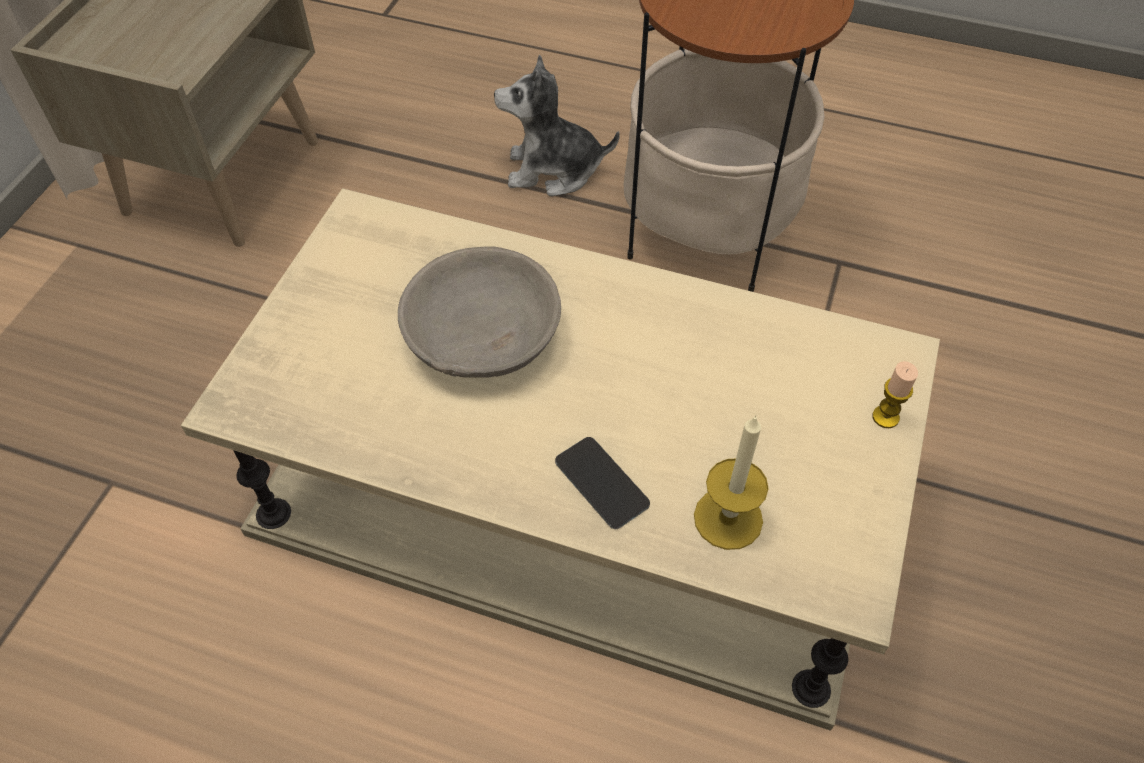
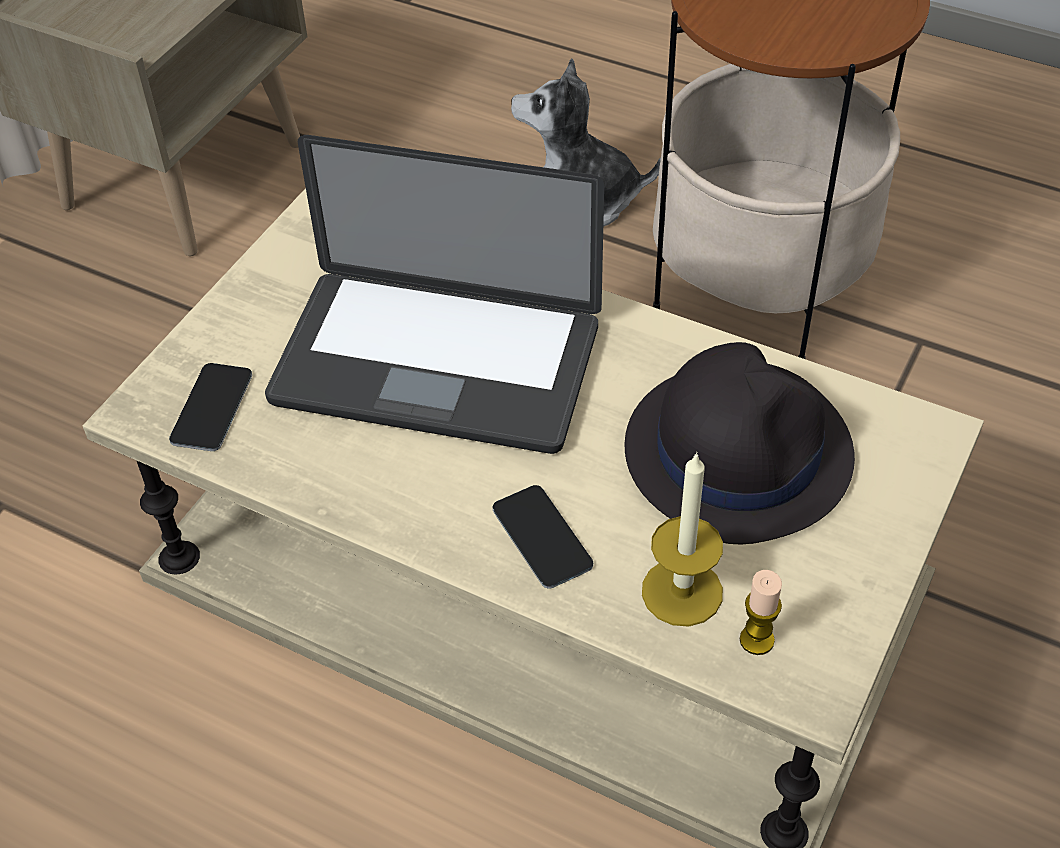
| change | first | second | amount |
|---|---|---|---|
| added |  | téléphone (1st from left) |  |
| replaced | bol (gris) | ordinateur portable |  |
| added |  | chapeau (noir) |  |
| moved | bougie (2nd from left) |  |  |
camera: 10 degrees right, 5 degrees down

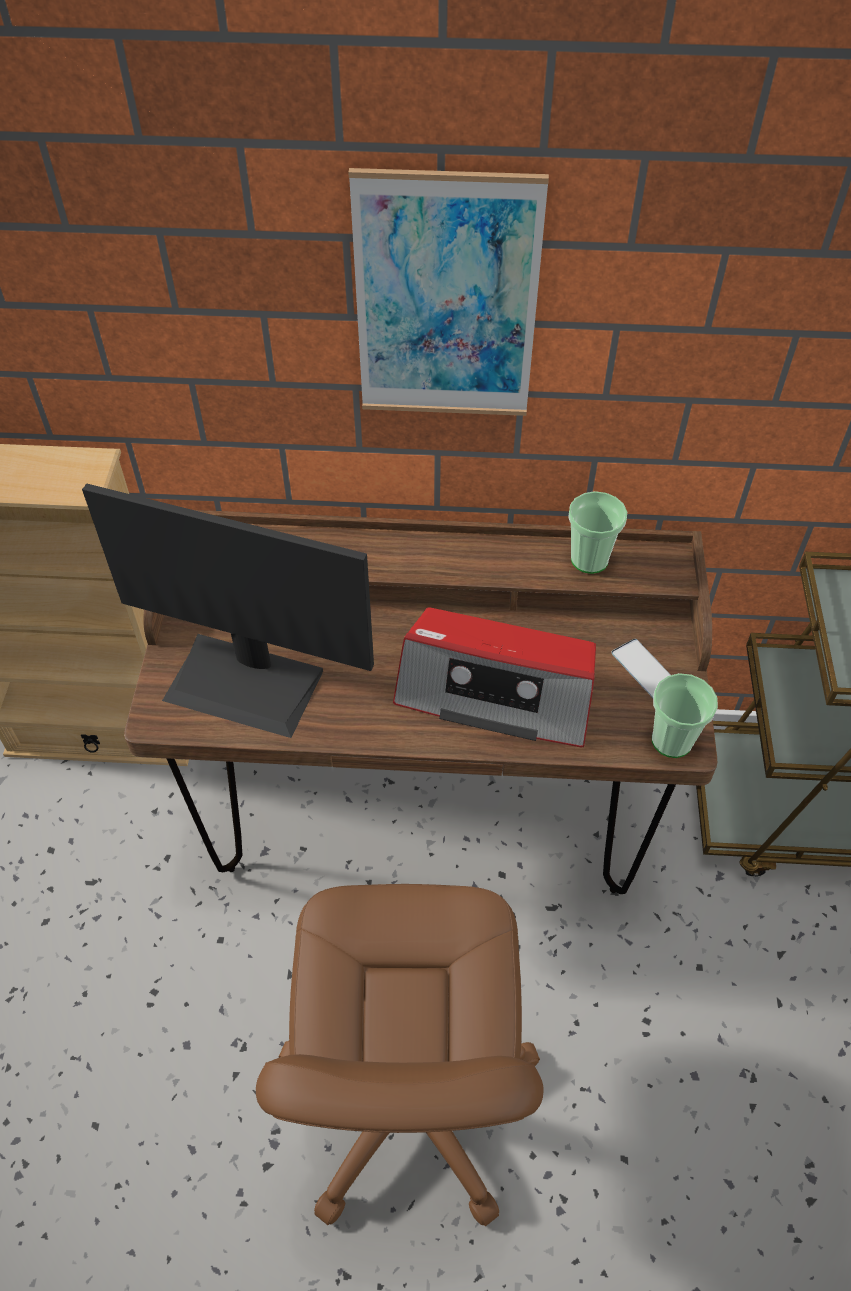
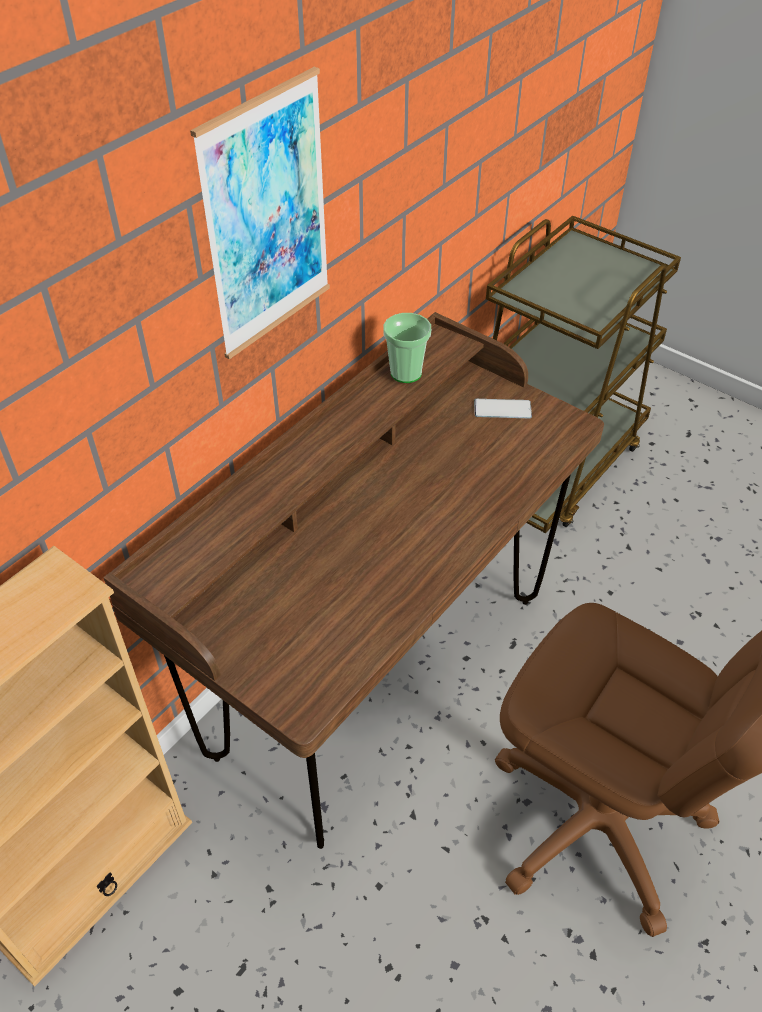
| change | first | second | amount |
|---|---|---|---|
| removed | écran d'ordinateur |  |  |
| removed | radio |  |  |
| removed | tasse (2nd from left) |  |  |
camera: 55 degrees left, 5 degrees down

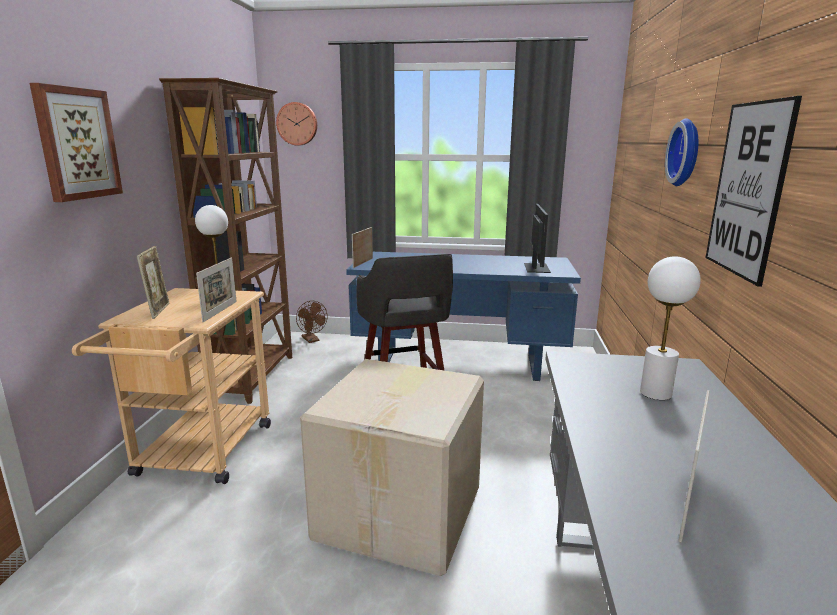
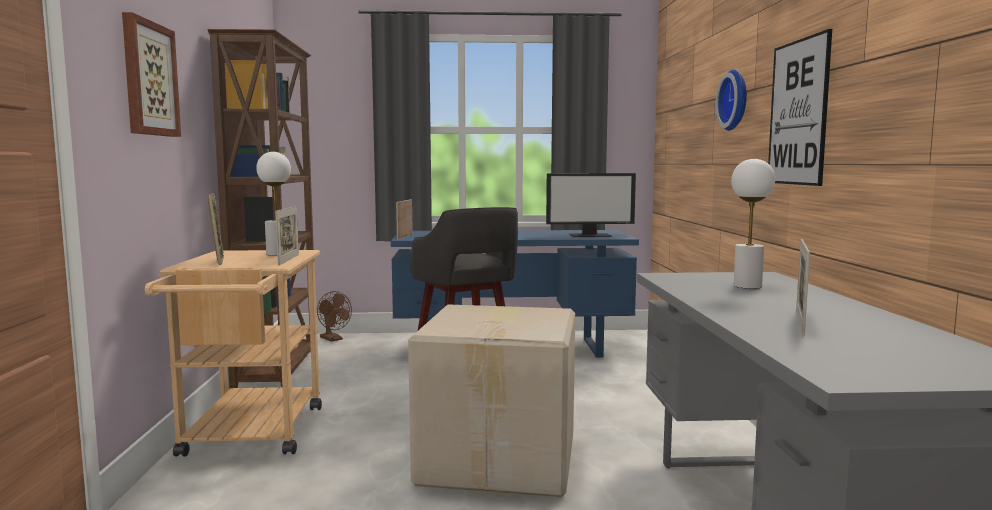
| change | first | second | amount |
|---|---|---|---|
| turned | écran d'ordinateur |  | 90 degrees clockwise |
| removed | horloge murale (1st from left) |  |  |
camera: 10 degrees left, 10 degrees down

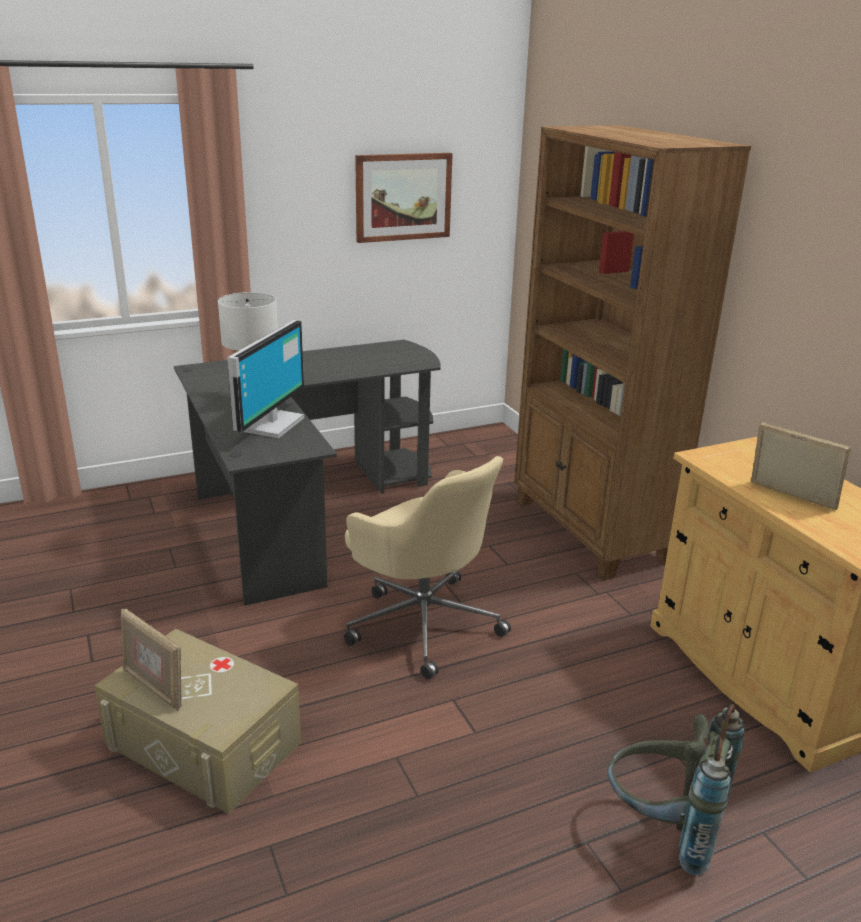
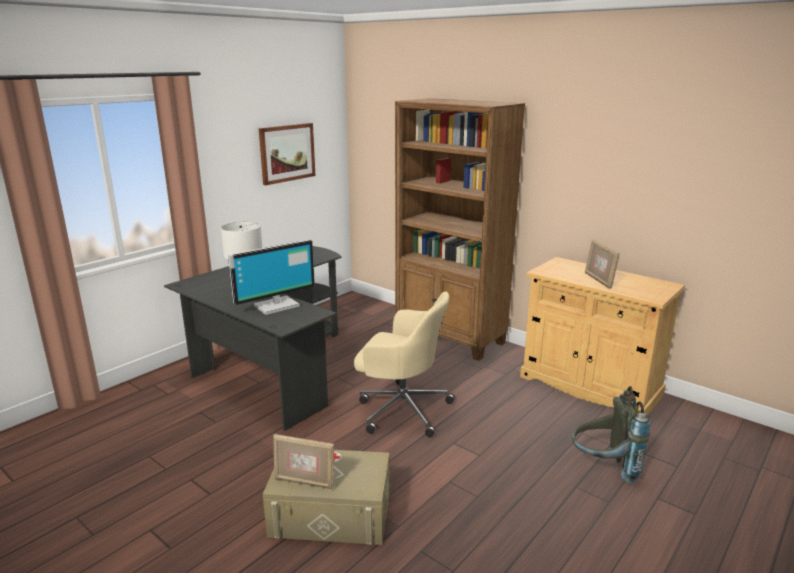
| change | first | second | amount |
|---|---|---|---|
| turned | écran d'ordinateur |  | 60 degrees clockwise |
| turned | cadre photo (2nd from left) |  | 120 degrees counterclockwise |
camera: 25 degrees left, 5 degrees down

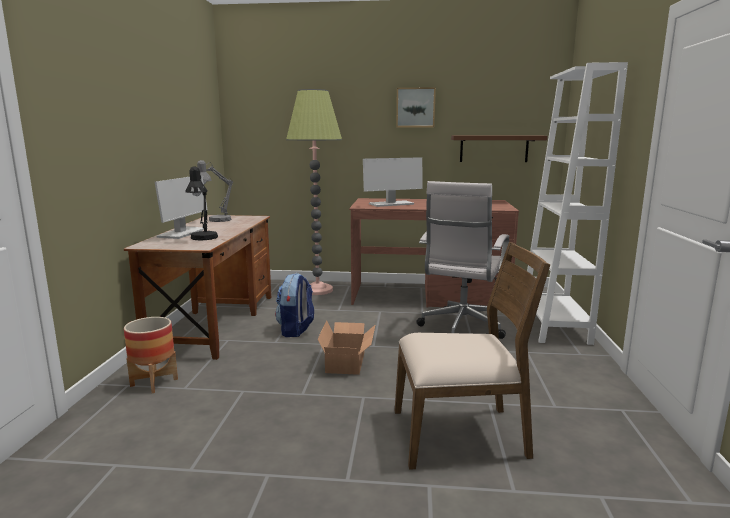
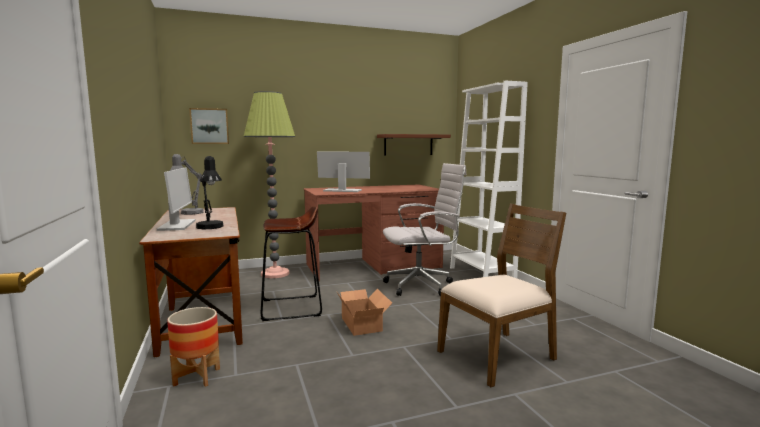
| change | first | second | amount |
|---|---|---|---|
| moved | tableau |  |  |
| replaced | sac à dos | tabouret (marron) |  |
| turned | écran d'ordinateur (2nd from left) |  | 120 degrees counterclockwise |
| turned | chaise de bureau (blanc) |  | 105 degrees counterclockwise |
camera: 25 degrees left, 5 degrees down

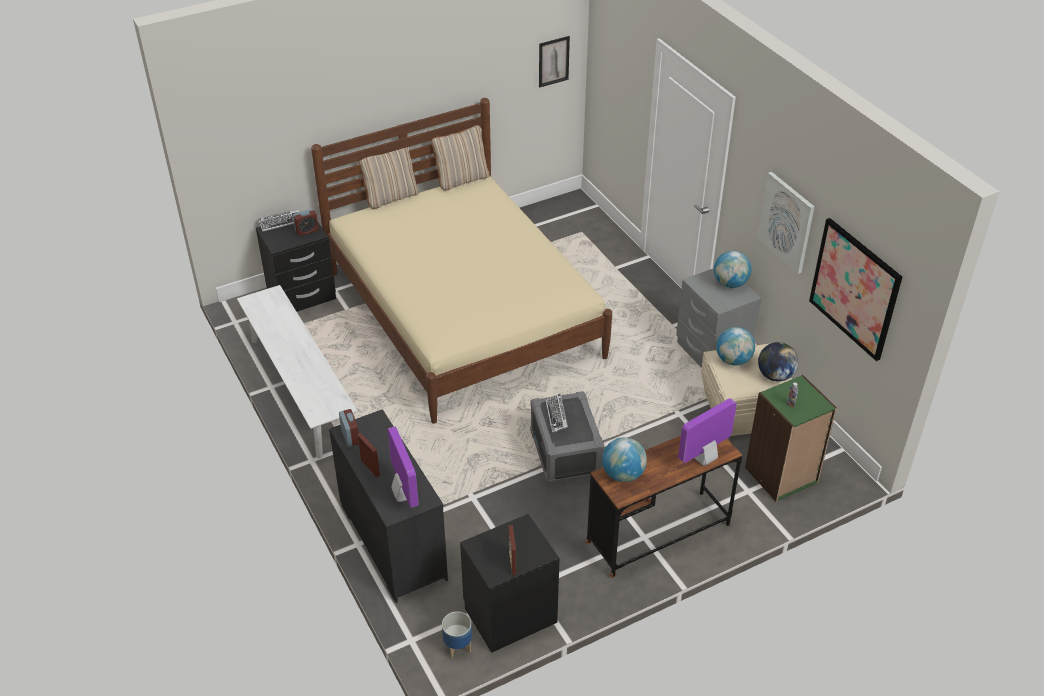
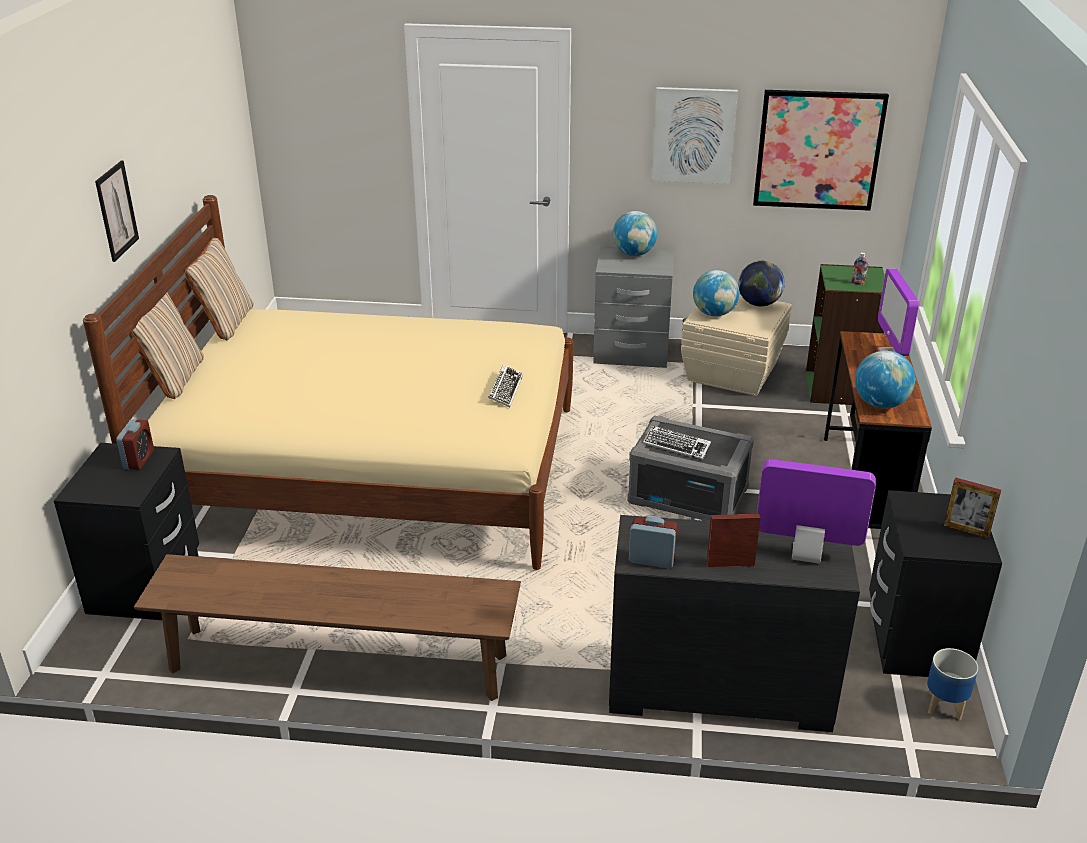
| change | first | second | amount |
|---|---|---|---|
| moved | tableau (1st from left) |  |  |
| recoloured | banc (blanc) | banc (marron) |  |
| moved | clavier (1st from left) |  |  |
camera: 55 degrees left, 10 degrees down

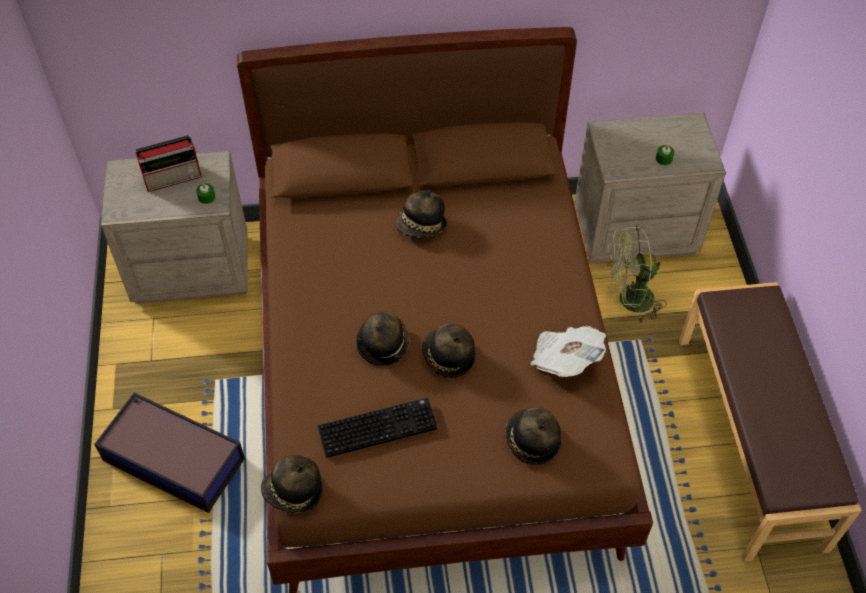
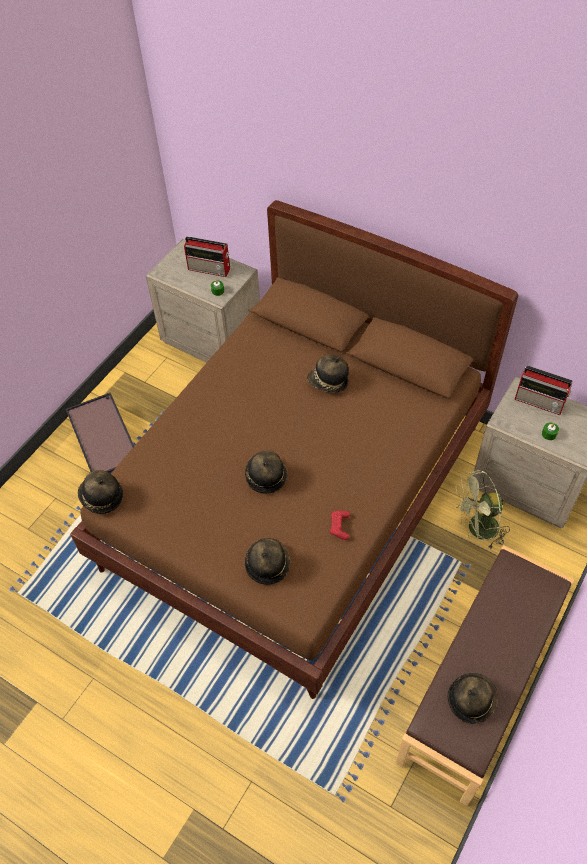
| change | first | second | amount |
|---|---|---|---|
| replaced | journal | manette (rouge) |  |
| moved | chapeau (2nd from left in the first image) | chapeau (5th from left) |  |
| turned | ventilateur (vert) |  | 45 degrees counterclockwise |
| added |  | radio (2nd from left) |  |
| removed | clavier |  |  |
camera: 40 degrees right, 0 degrees up

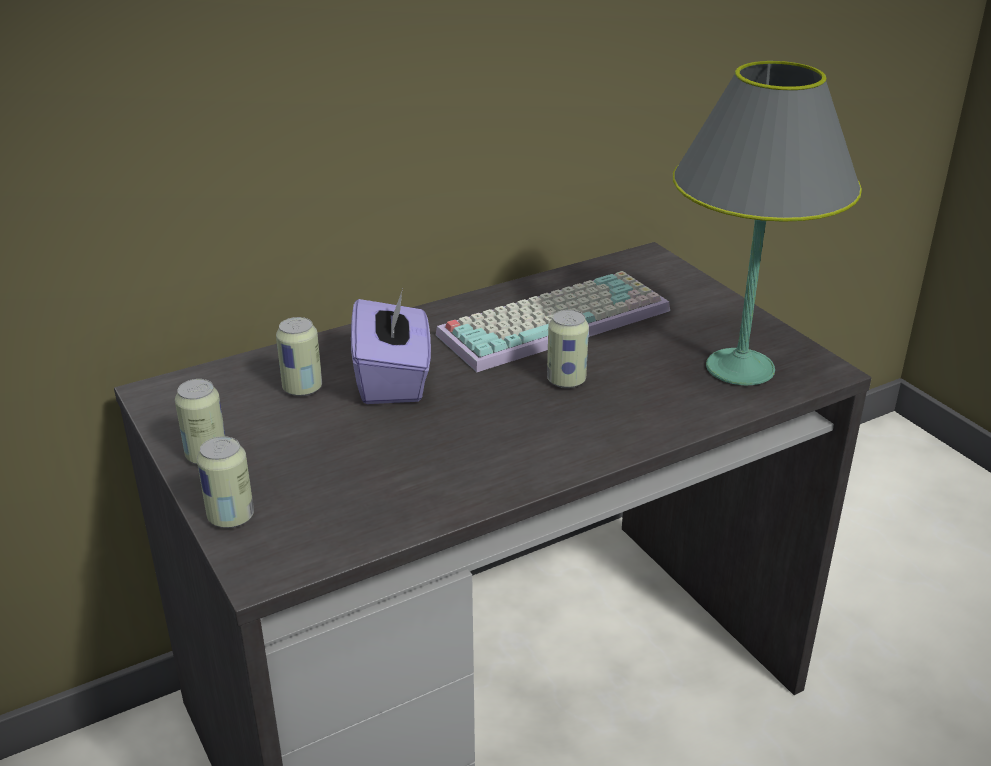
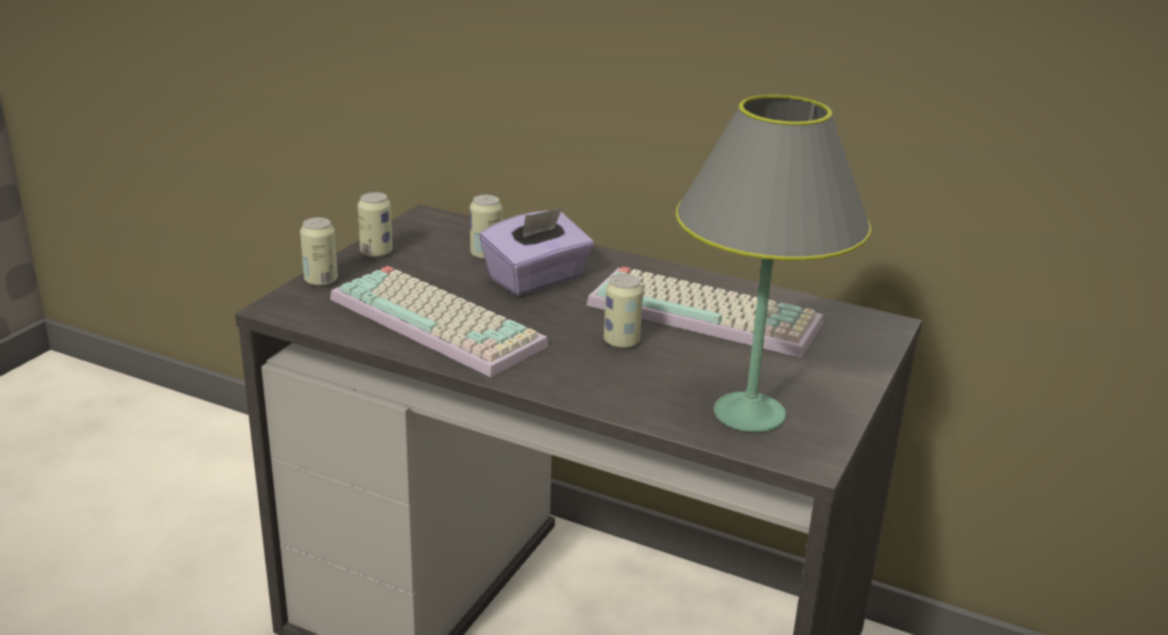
| change | first | second | amount |
|---|---|---|---|
| added |  | clavier (1st from left) |  |
camera: 55 degrees right, 5 degrees down

